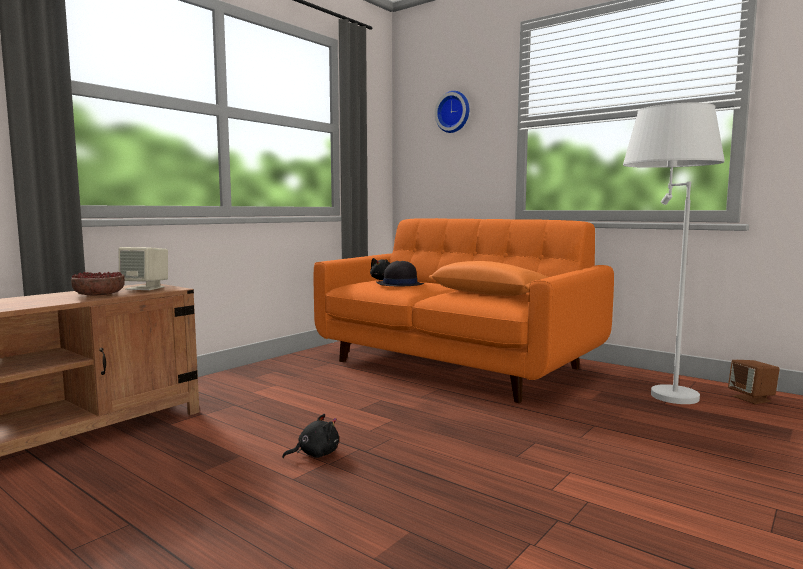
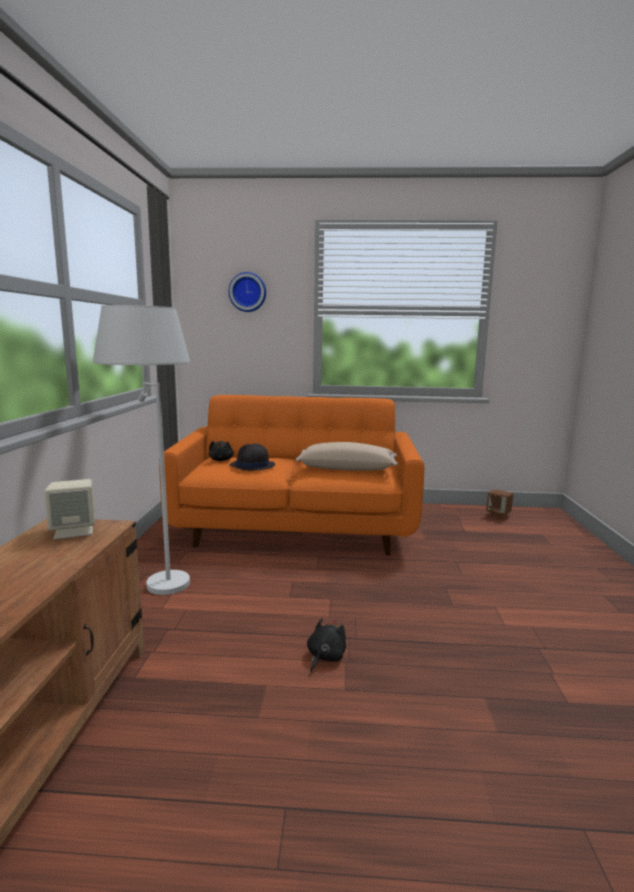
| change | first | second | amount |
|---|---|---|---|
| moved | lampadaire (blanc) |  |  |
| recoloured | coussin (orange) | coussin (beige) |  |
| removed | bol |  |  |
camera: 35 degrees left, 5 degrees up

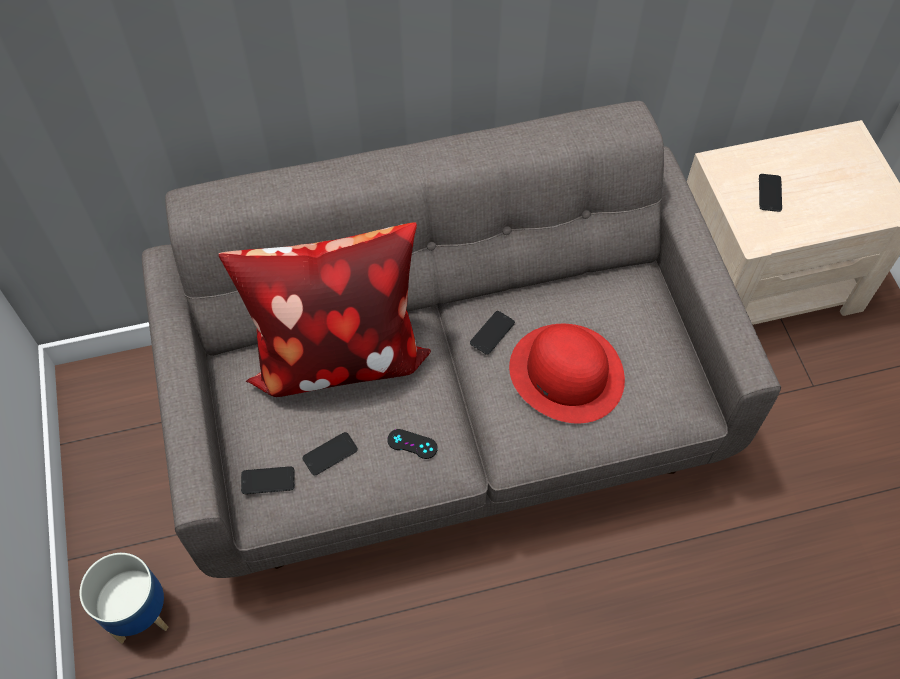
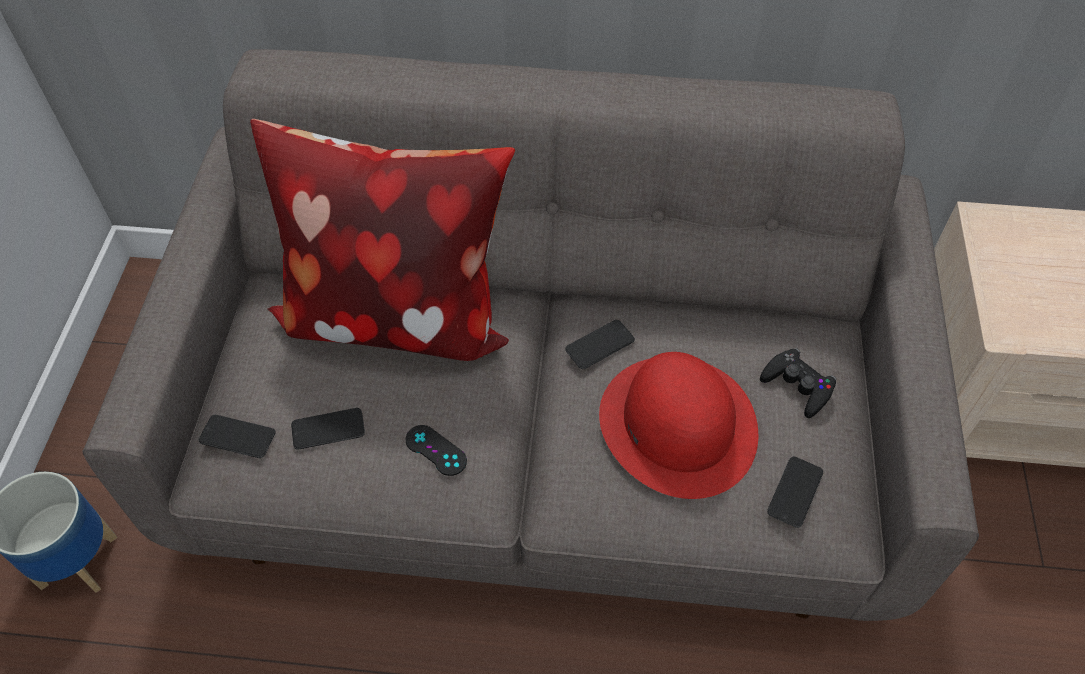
| change | first | second | amount |
|---|---|---|---|
| added |  | manette (noir) (2nd from left) |  |
| moved | téléphone (4th from left) |  |  |
camera: 20 degrees right, 5 degrees down

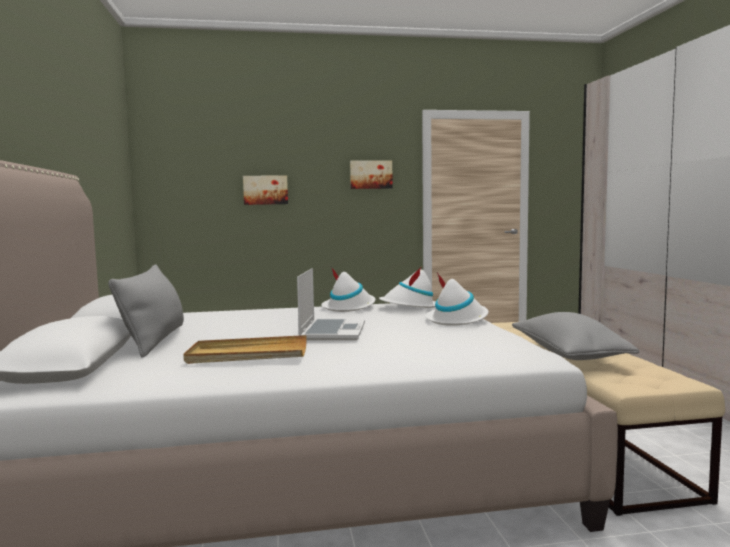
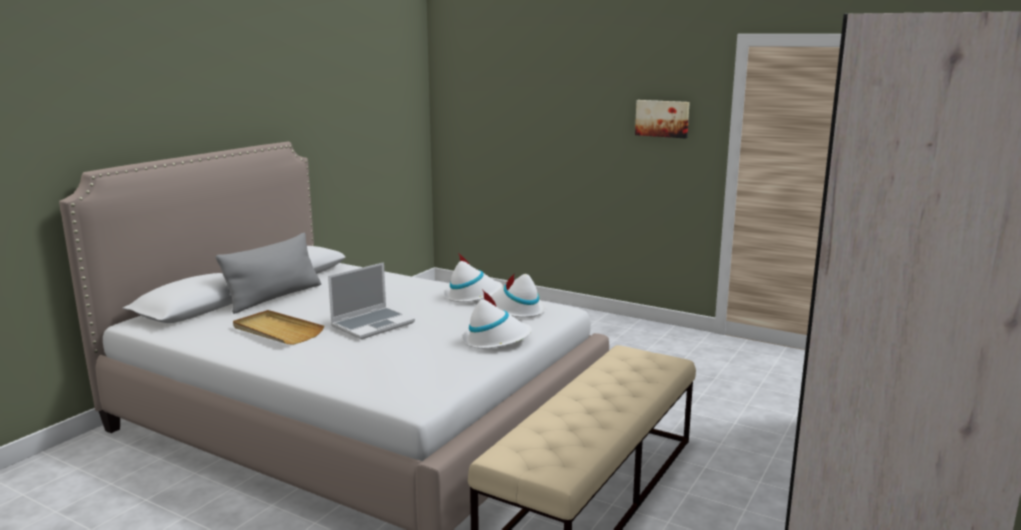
| change | first | second | amount |
|---|---|---|---|
| removed | tableau (1st from left) |  |  |
| removed | coussin (gris) (2nd from left) |  |  |
camera: 40 degrees right, 10 degrees up

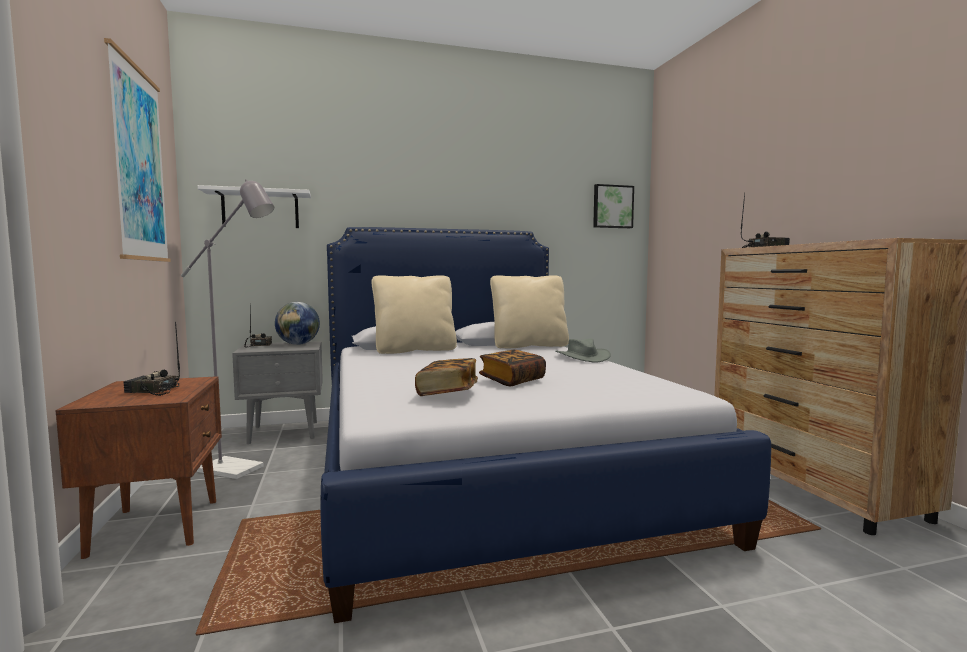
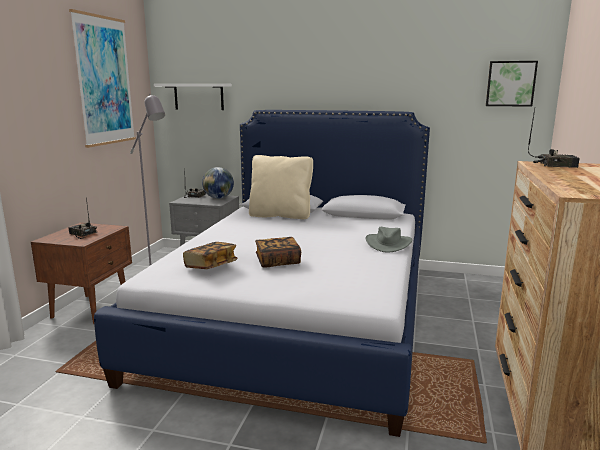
| change | first | second | amount |
|---|---|---|---|
| removed | coussin (beige) (2nd from left) |  |  |
camera: 30 degrees right, 10 degrees up

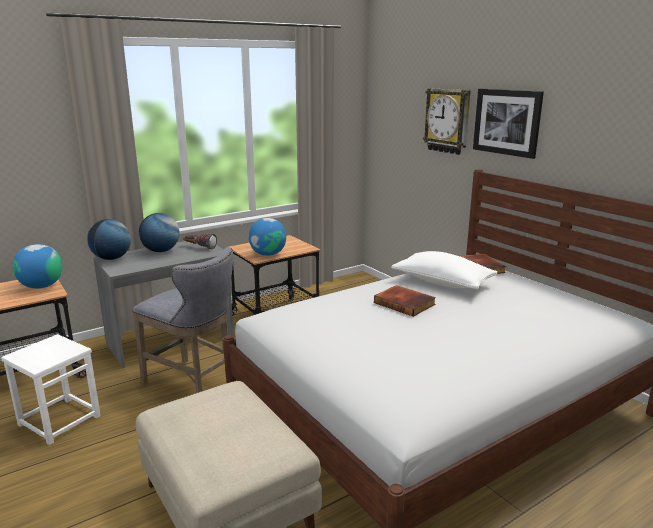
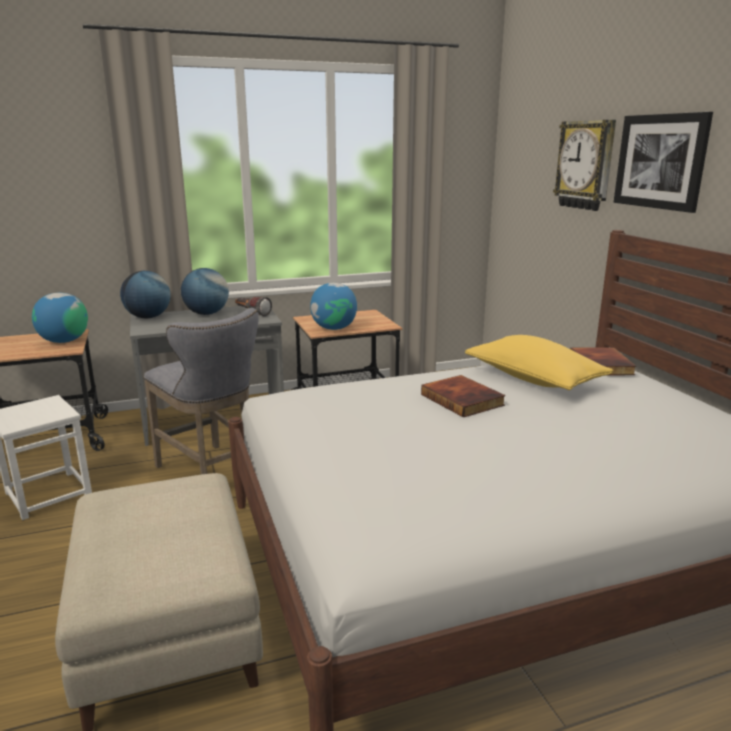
| change | first | second | amount |
|---|---|---|---|
| recoloured | coussin (blanc) | coussin (jaune) |  |
camera: 15 degrees right, 0 degrees up

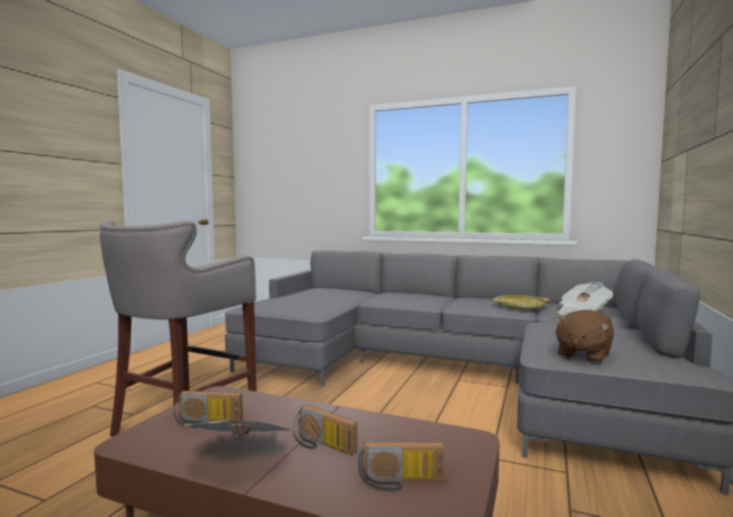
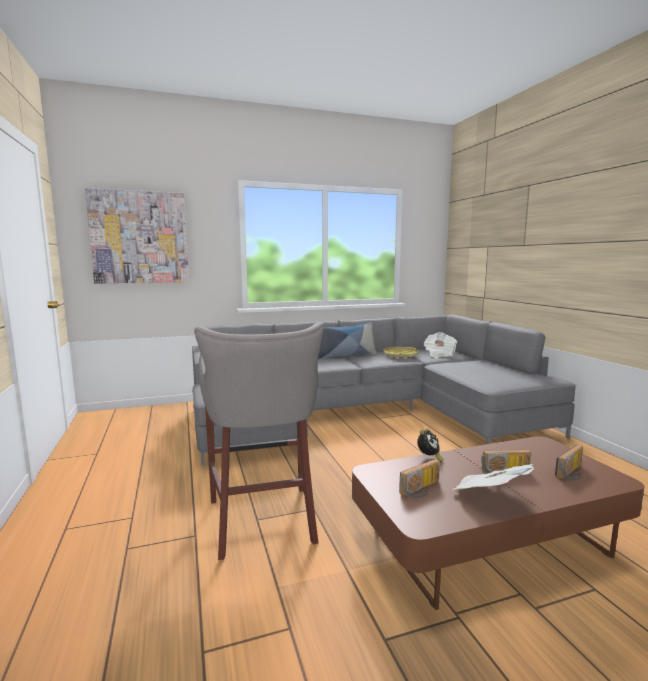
| change | first | second | amount |
|---|---|---|---|
| added |  | tableau |  |
| added |  | coussin |  |
| added |  | réveil |  |
| removed | peluche (marron) |  |  |
camera: 40 degrees left, 5 degrees up

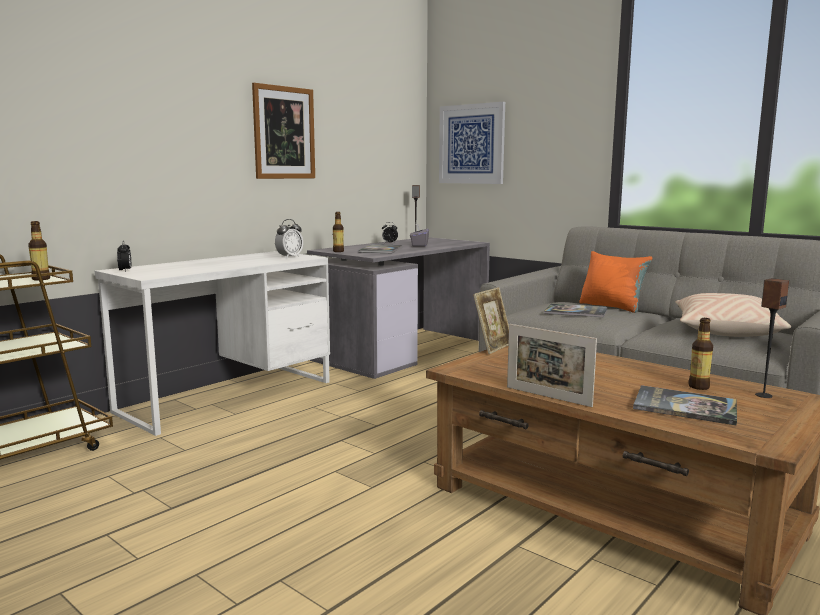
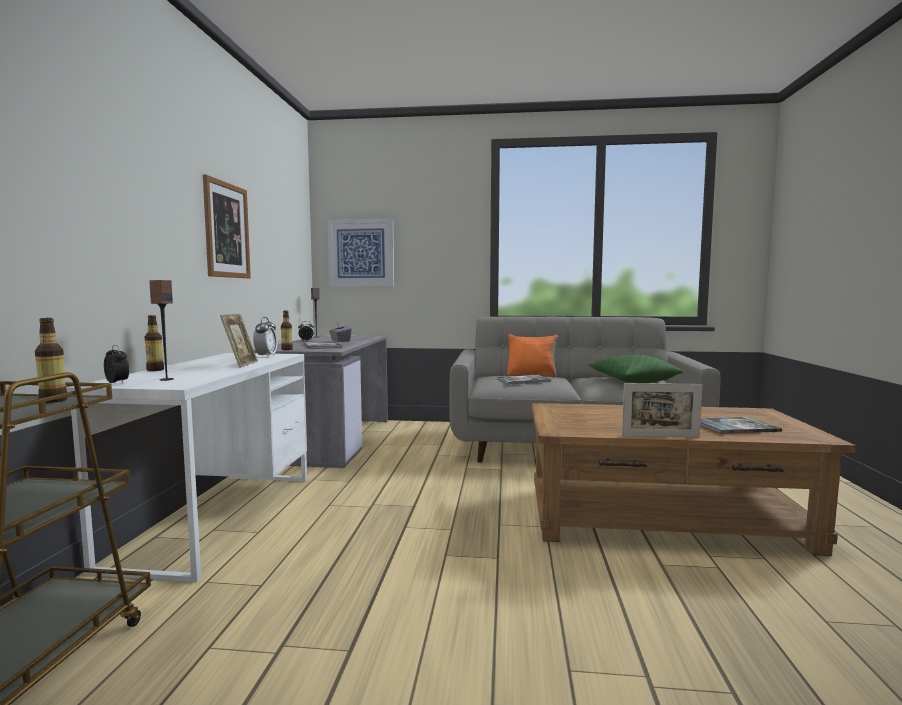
| change | first | second | amount |
|---|---|---|---|
| moved | bouteille (3rd from left in the first image) | bouteille (2nd from left) |  |
| moved | enceinte (2nd from left in the first image) | enceinte (1st from left) |  |
| moved | cadre photo (1st from left) |  |  |
| recoloured | coussin (beige) | coussin (vert) |  |
camera: 35 degrees left, 5 degrees down

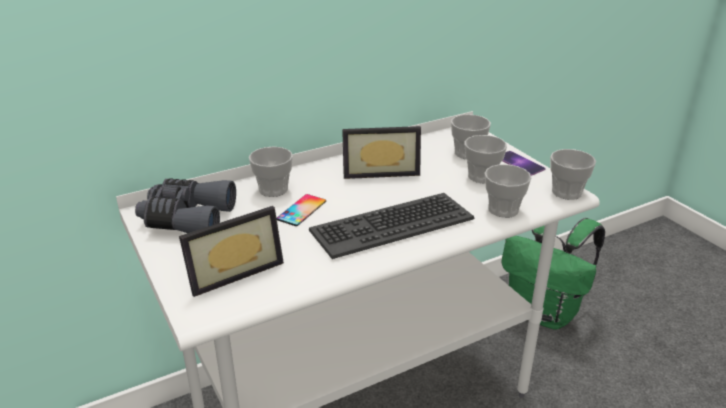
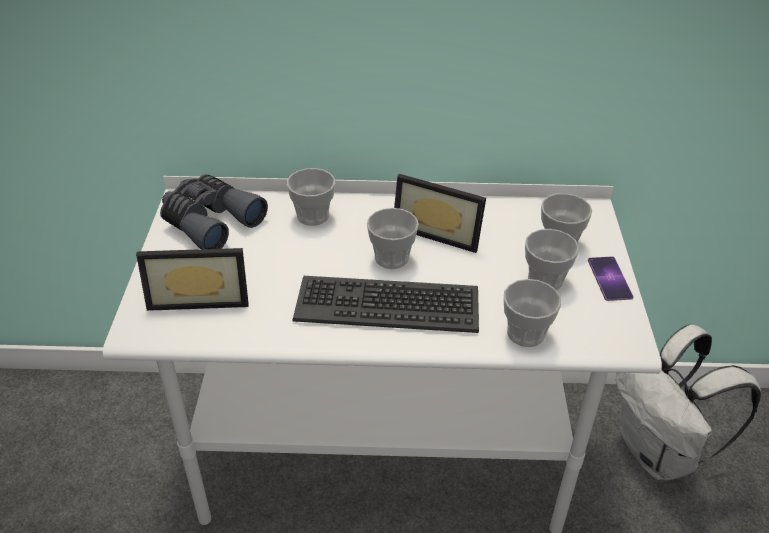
| change | first | second | amount |
|---|---|---|---|
| moved | tasse (5th from left in the first image) | tasse (2nd from left) |  |
| recoloured | sac à dos (vert) | sac à dos (blanc) |  |
| removed | téléphone (1st from left) |  |  |
camera: 30 degrees right, 10 degrees up

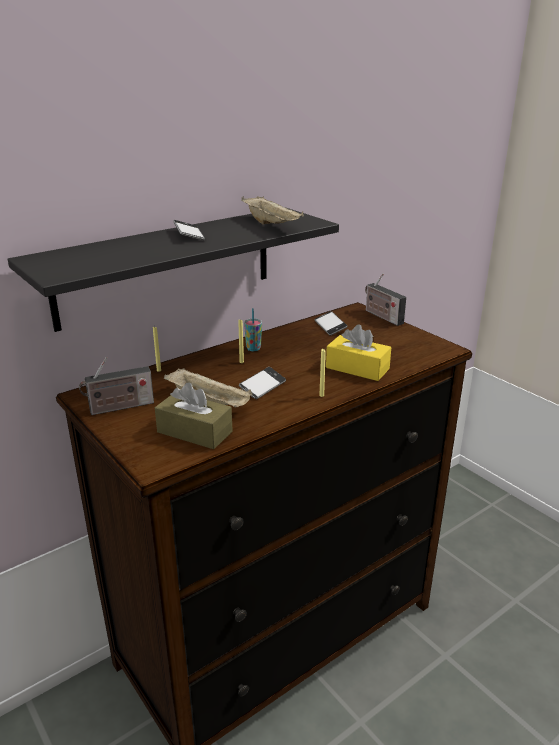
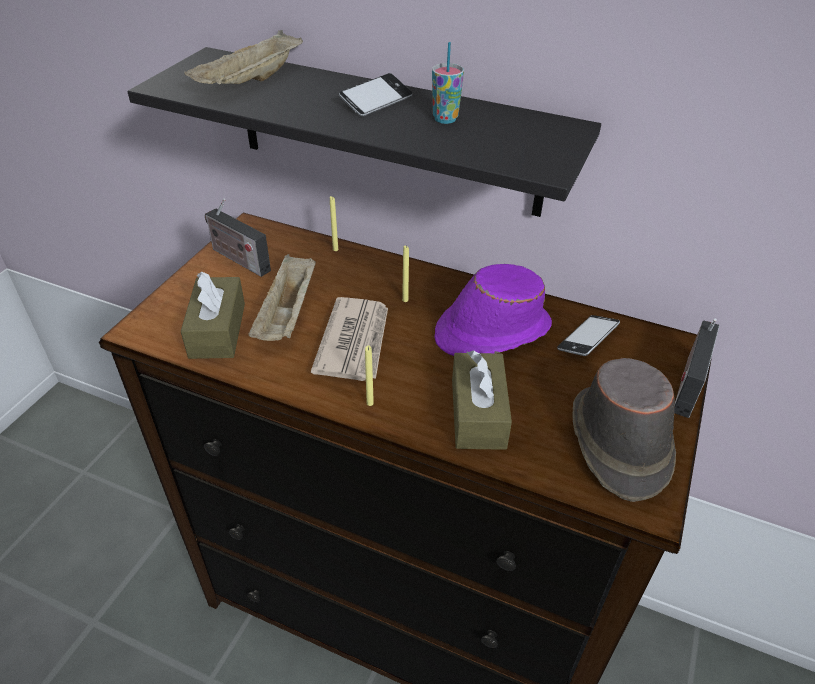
| change | first | second | amount |
|---|---|---|---|
| moved | plateau (beige) (2nd from left in the first image) | plateau (beige) (1st from left) |  |
| replaced | téléphone (2nd from left) | journal |  |
| moved | tasse |  |  |
| added |  | chapeau (violet) |  |
| recoloured | boîte à mouchoirs (jaune) | boîte à mouchoirs (marron) (2nd from left) |  |
| added |  | chapeau (marron) |  |
camera: 60 degrees right, 15 degrees up

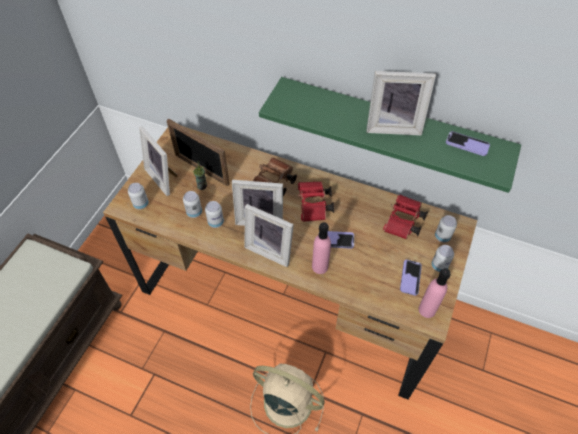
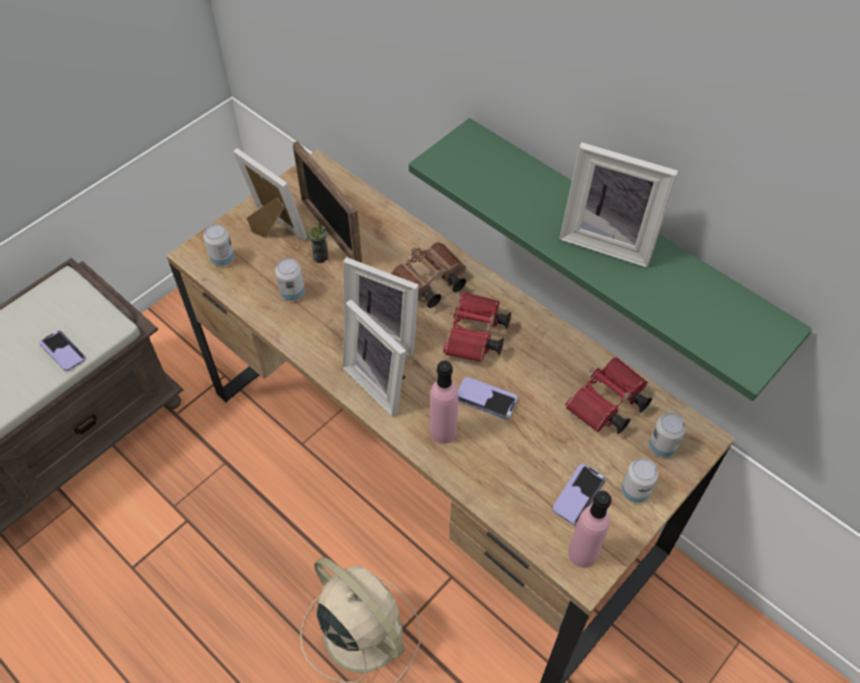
| change | first | second | amount |
|---|---|---|---|
| moved | téléphone (3rd from left in the first image) | téléphone (1st from left) |  |
| turned | cadre photo (1st from left) |  | 150 degrees clockwise |
| removed | boîte métallique (3rd from left) |  |  |
camera: 20 degrees right, 0 degrees up

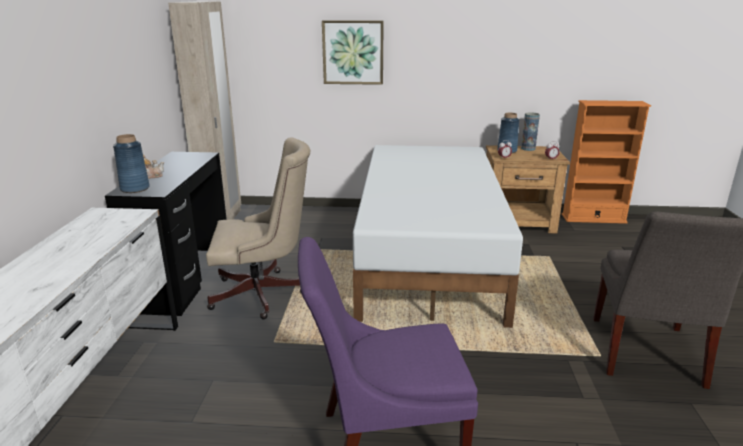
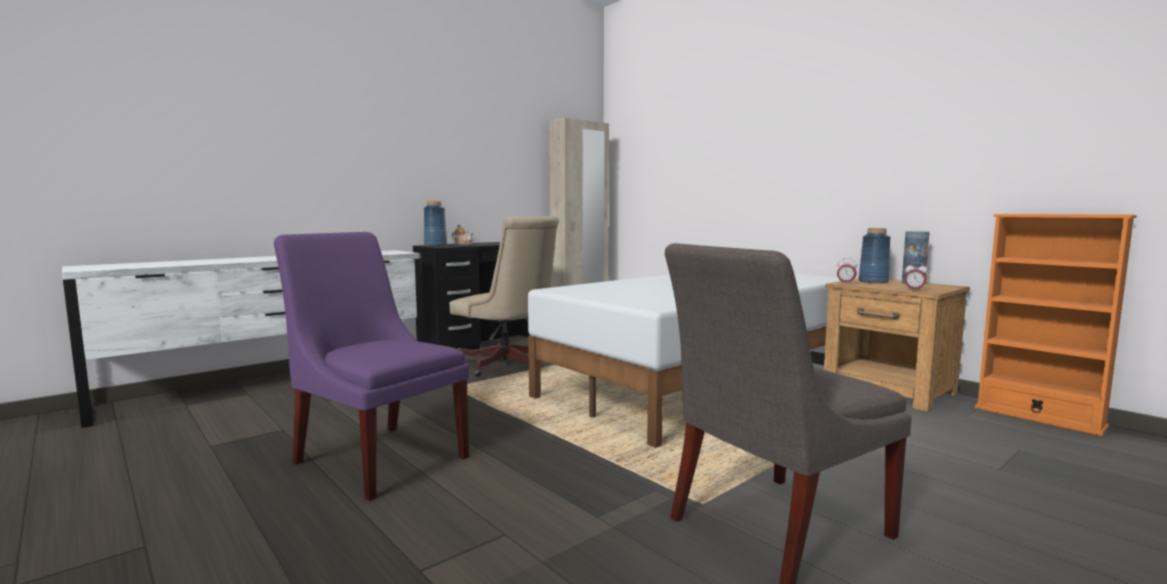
| change | first | second | amount |
|---|---|---|---|
| removed | tableau |  |  |
camera: 45 degrees right, 15 degrees down

